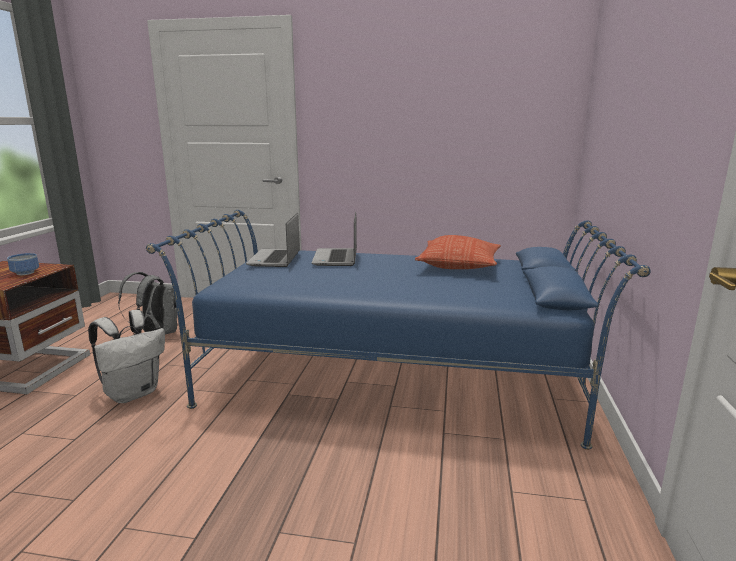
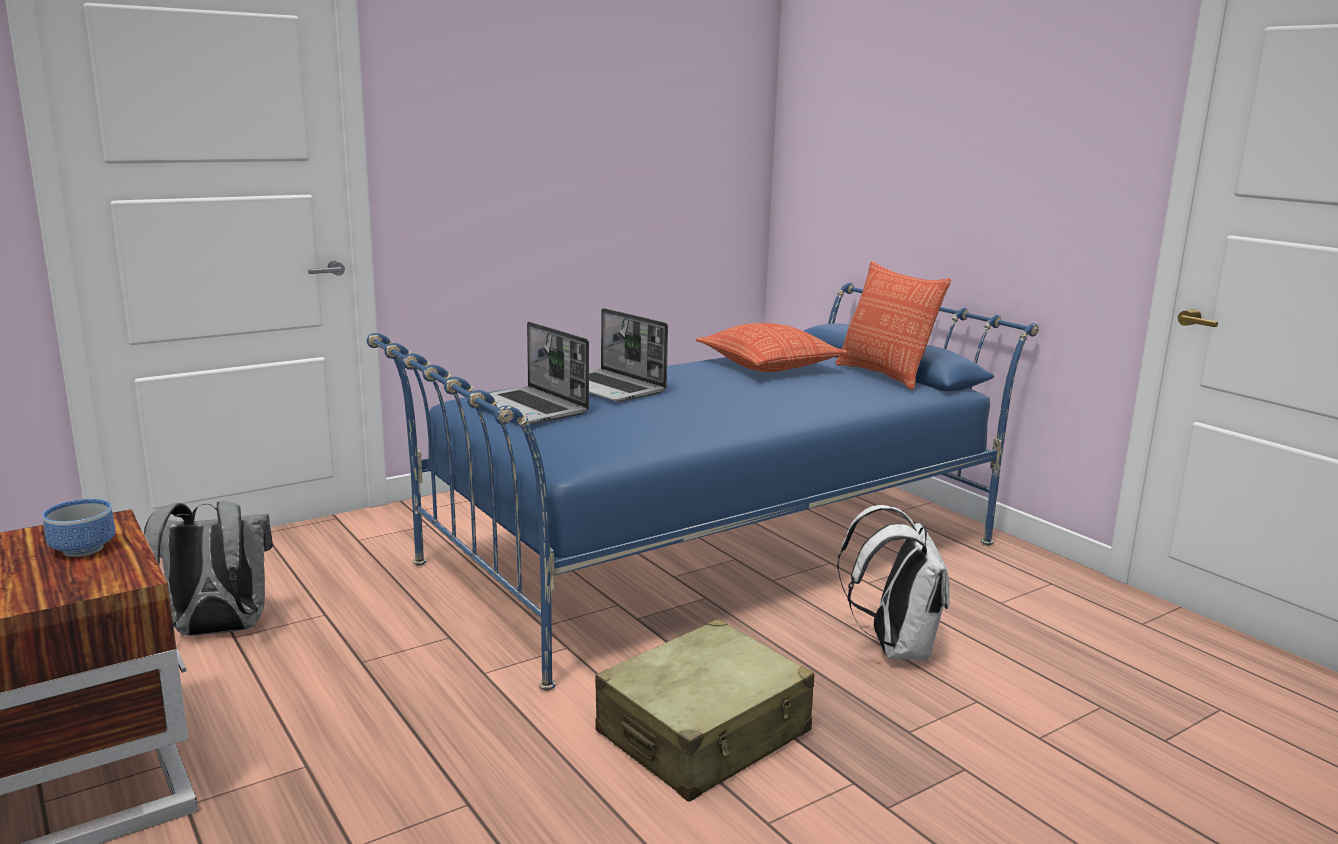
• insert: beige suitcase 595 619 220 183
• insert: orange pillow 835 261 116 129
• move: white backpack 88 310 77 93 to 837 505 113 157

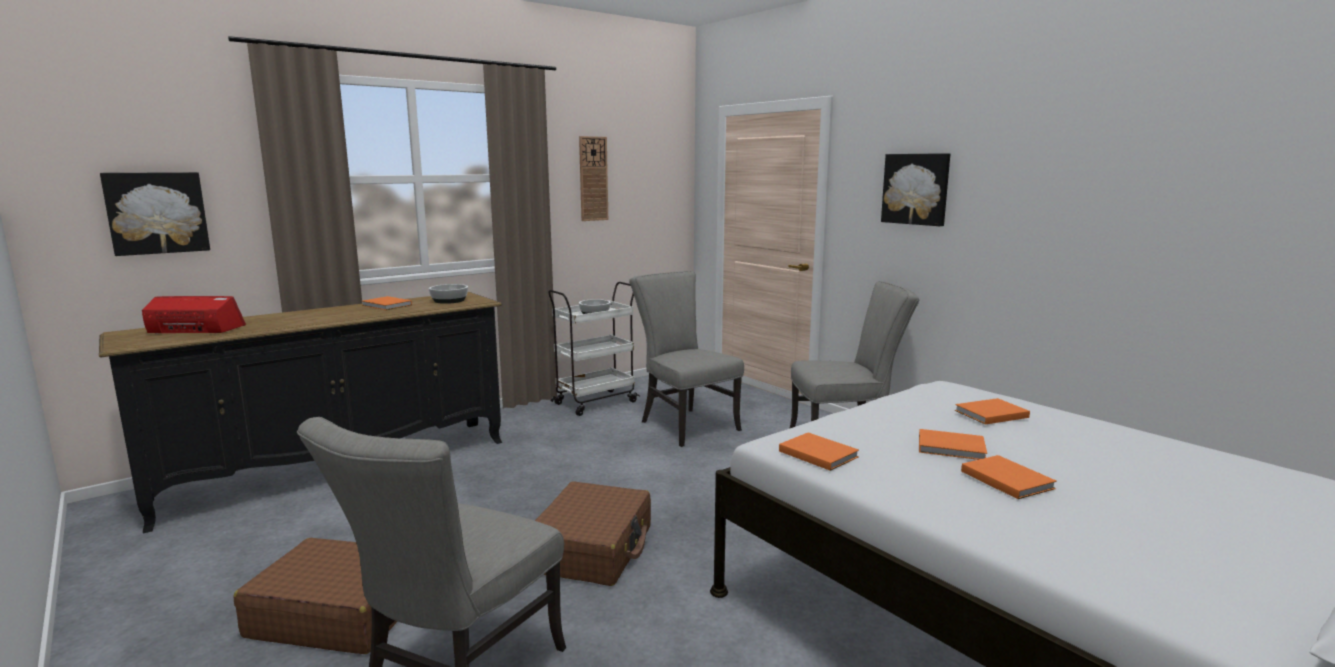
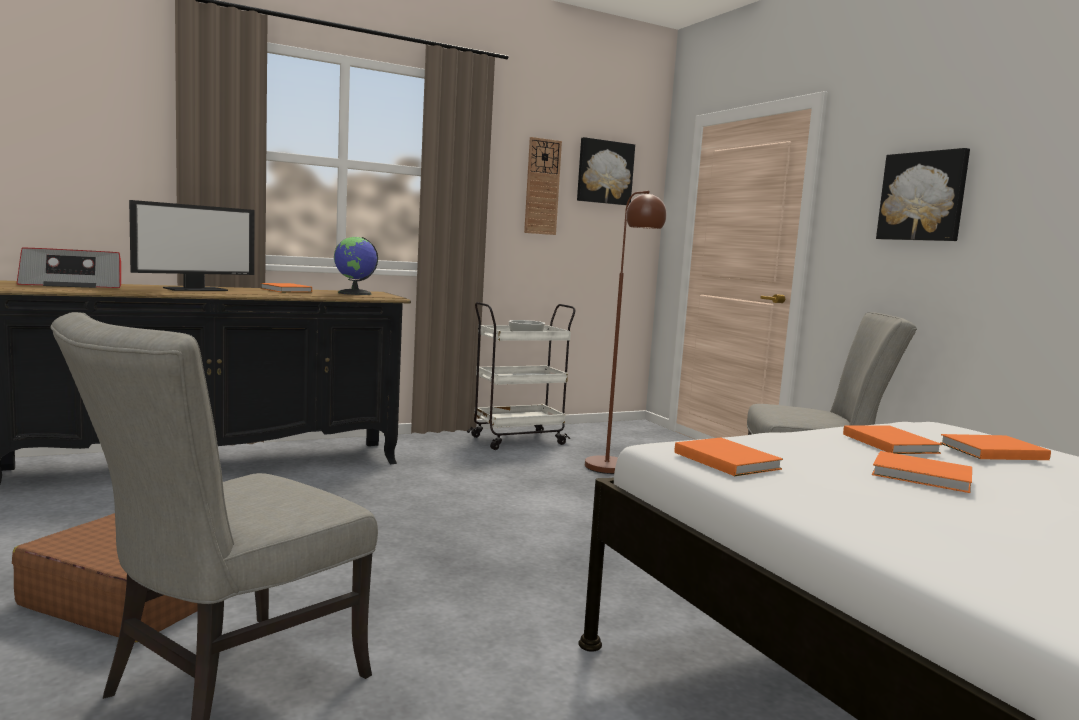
• delete: brown suitcase 535 481 116 105
• insert: monitor 129 200 126 91
• move: picture 100 172 110 84 to 577 137 58 68
• move: orange book 961 455 96 44 to 843 426 99 28
• replace: bowl 429 284 39 20 to globe 334 237 44 58
• replace: grey chair 629 271 115 176 to brown floor lamp 585 191 82 283
• rotate: radio 142 296 104 38 = 17 247 104 41 150 degrees clockwise

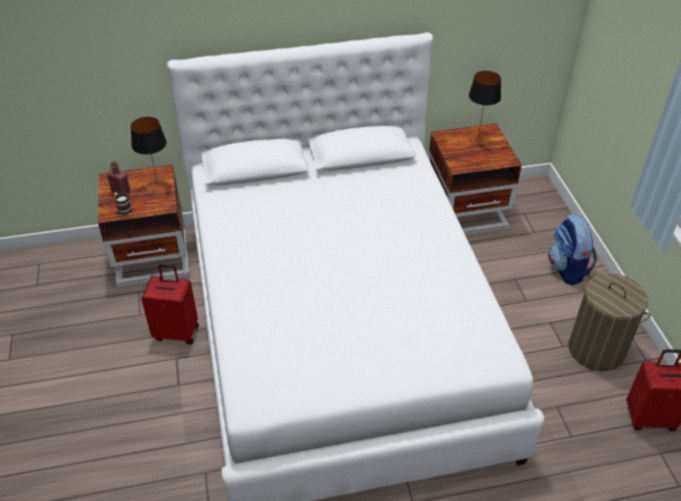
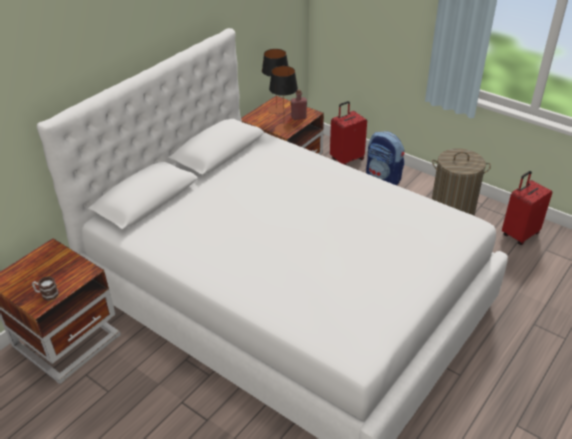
• move: red bottle 107 161 24 33 to 291 90 16 30
• move: table lamp 131 117 38 77 to 269 66 29 67
• move: red suitcase 141 264 58 81 to 330 101 37 64

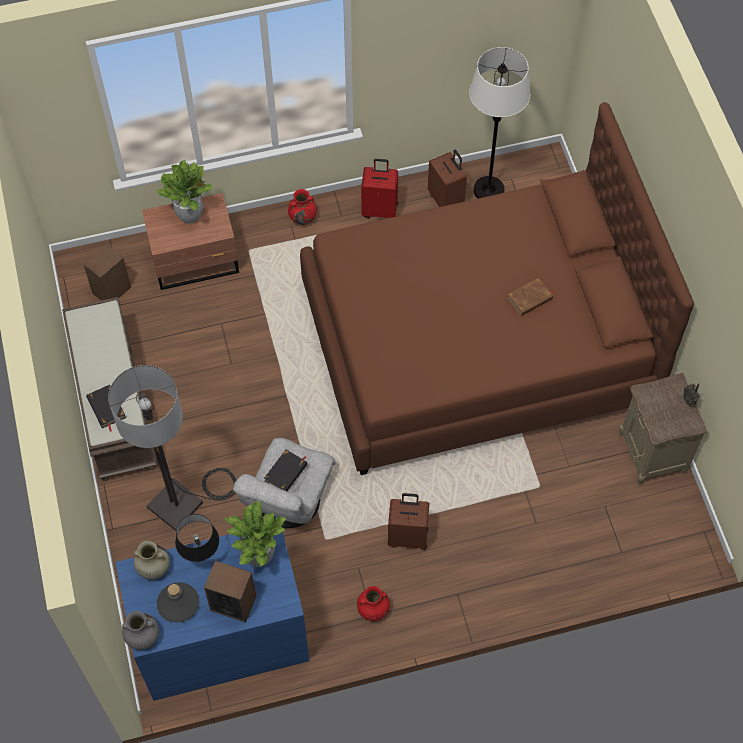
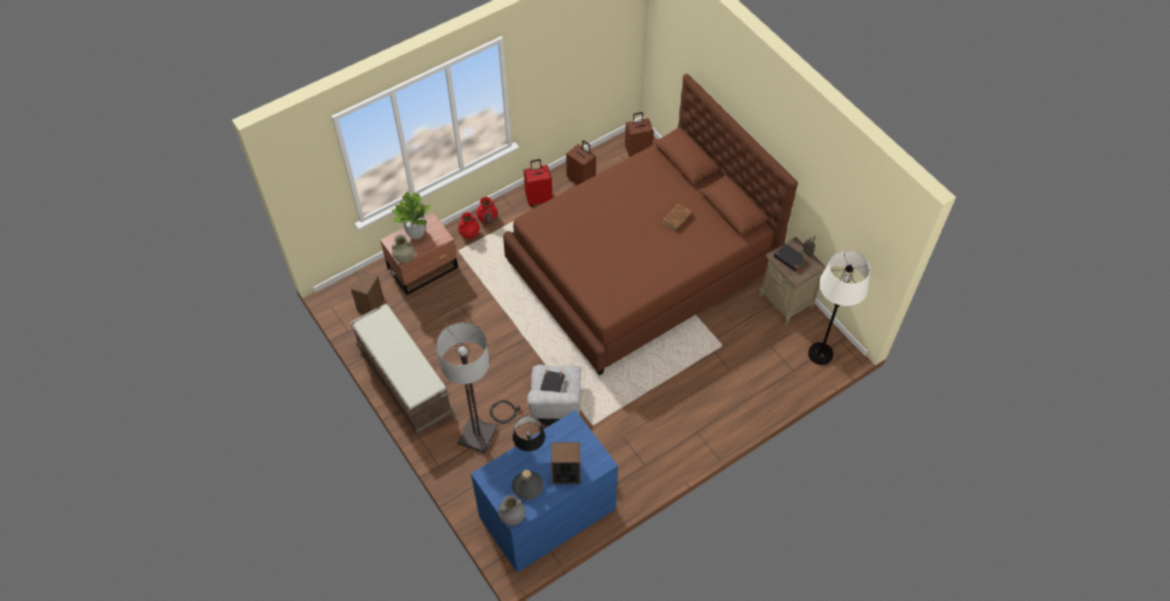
• delete: potted plant 224 501 63 66
• move: black book 86 385 40 46 to 774 243 33 29
• move: beige vase 134 540 36 40 to 392 235 23 28
• move: red vase 357 586 33 35 to 458 212 21 27
• move: brown suitcase 388 493 41 57 to 625 112 29 45
• move: white floor lamp 469 47 62 152 to 808 251 63 114

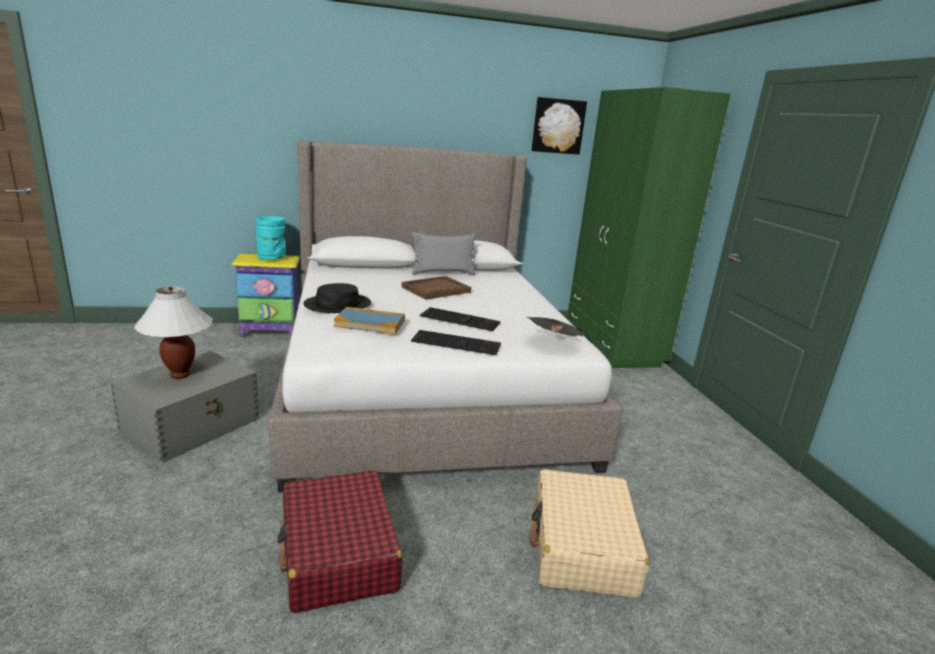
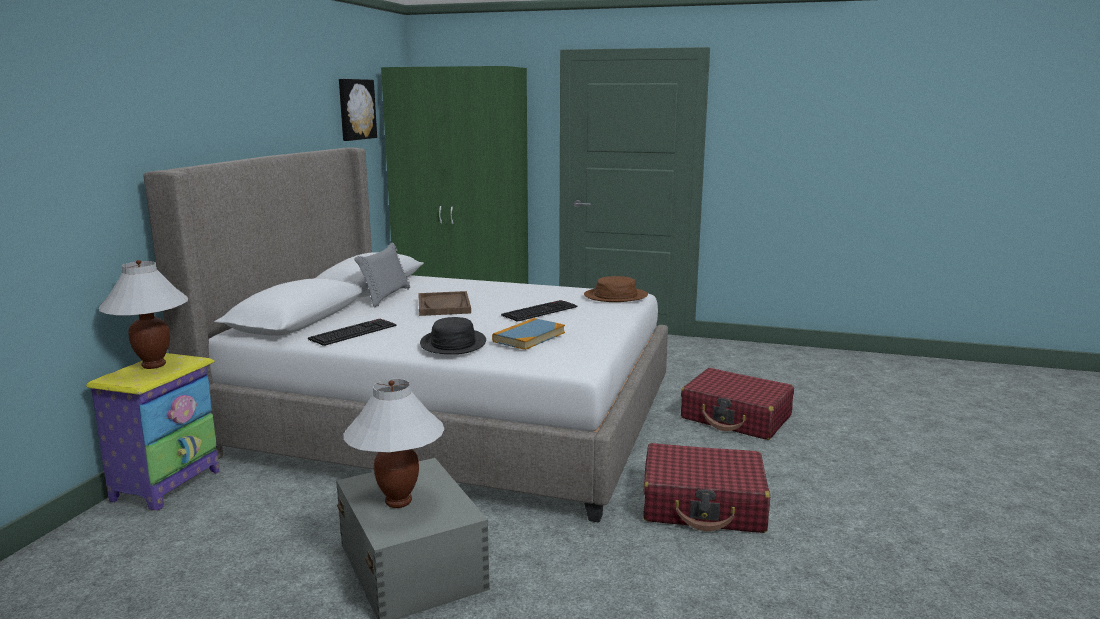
• move: keyboard 411 330 90 25 to 308 319 88 27
• replace: turquoise vase 256 216 30 45 to white table lamp 99 260 89 109
• replace: newspaper 527 317 58 20 to brown hat 584 276 64 26
• recolor: beige suitcase 530 469 119 129 to red suitcase 681 368 113 72

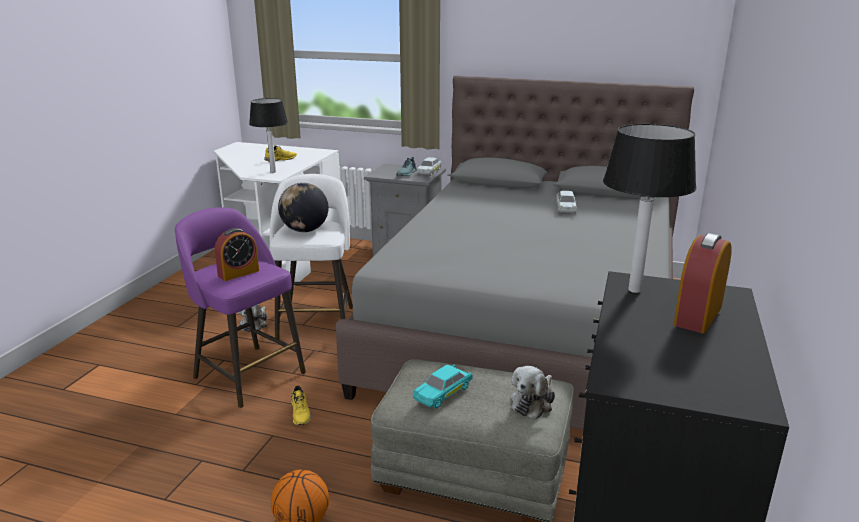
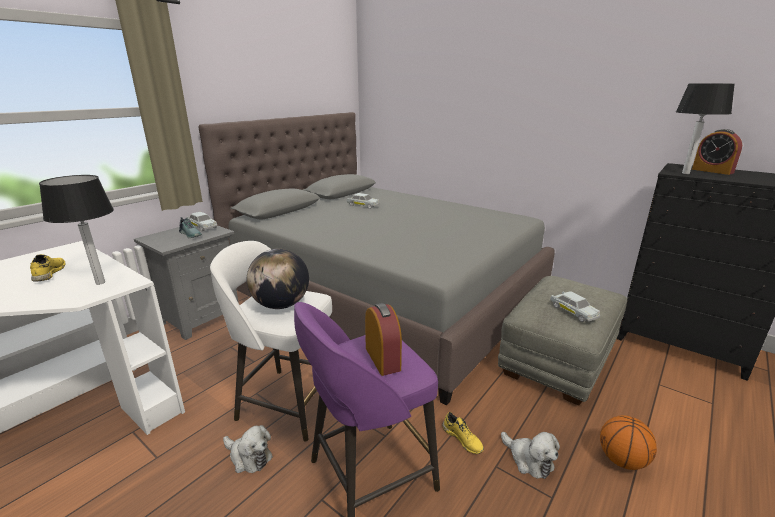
• move: plush toy 511 366 44 53 to 501 432 59 47
• recolor: turquoise toy car 413 364 60 44 to white toy car 550 291 50 31
• rotate: yellow shoe 291 385 20 40 = 442 412 42 42 45 degrees clockwise

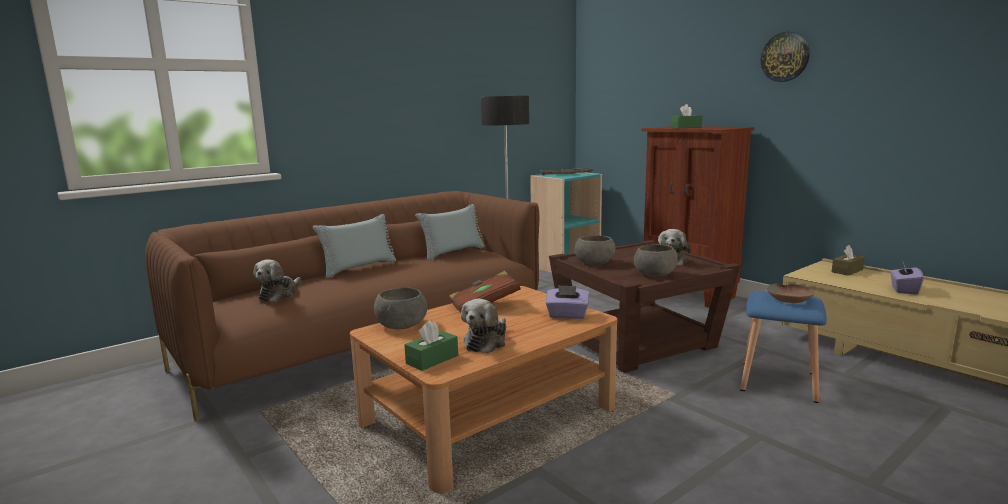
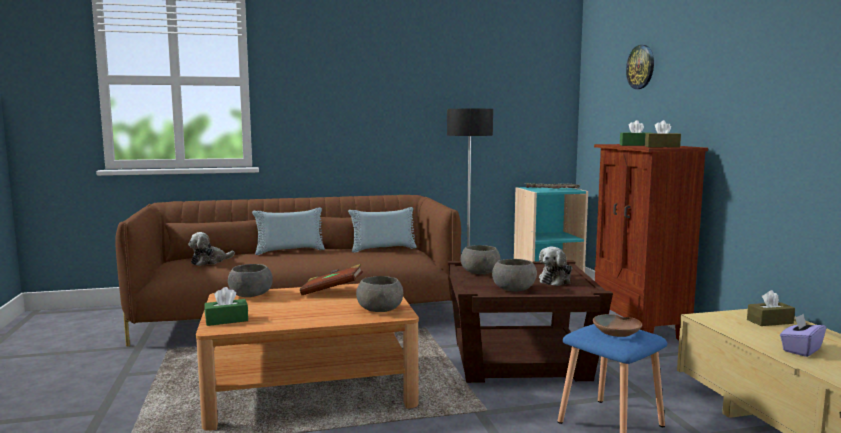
• delete: plush toy 461 299 45 54
• insert: brown tissue box 645 120 36 27
• move: wall clock 761 32 49 50 to 626 45 28 44
• replace: purple tissue box 546 285 43 34 to grey bowl 356 276 47 36

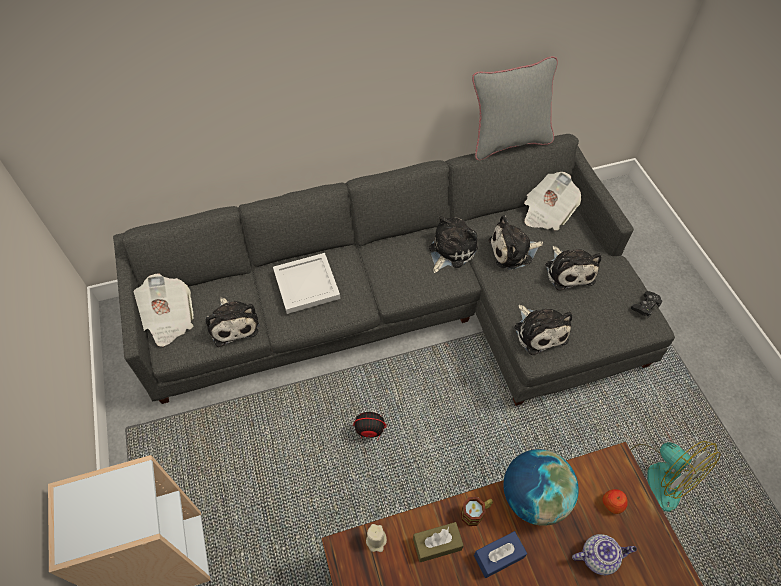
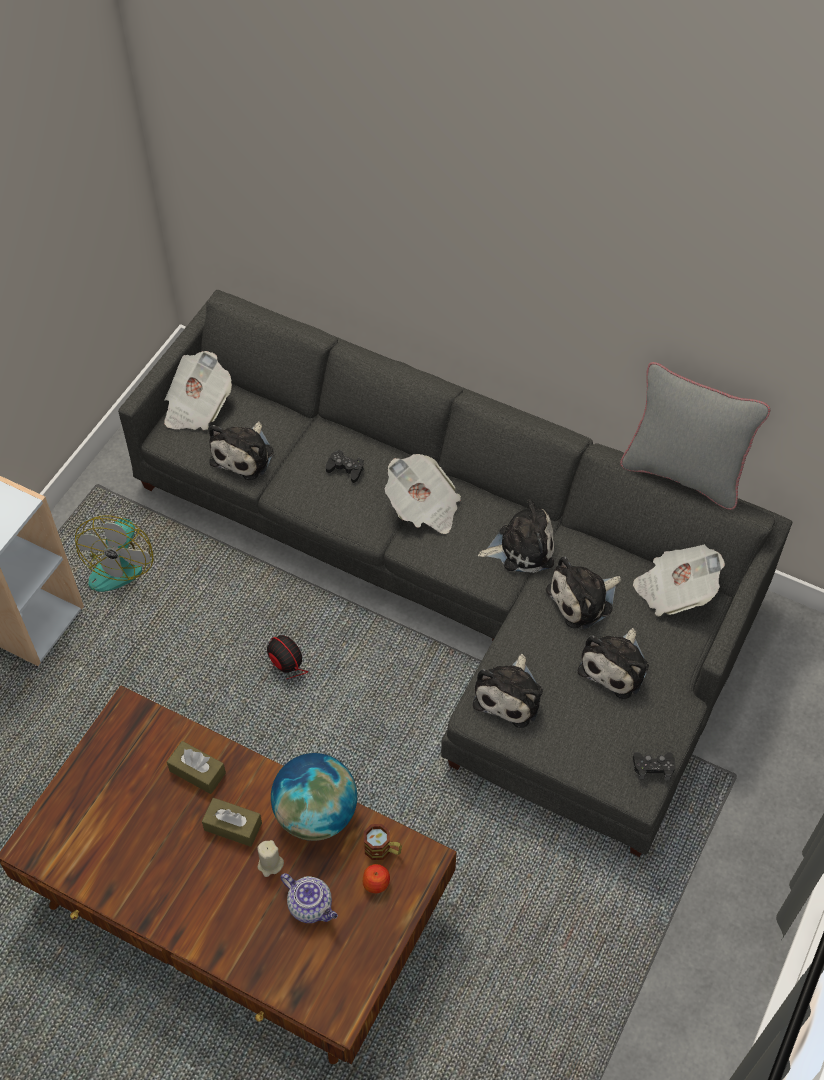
• insert: newspaper 385 454 76 80
• move: beige candle 366 524 21 28 to 257 840 27 37
• move: mug 461 497 32 29 to 364 824 38 36
• move: fan 630 441 91 71 to 75 516 78 76
• replace: white tray 273 253 68 61 to black game controller 326 450 38 33
• recolor: blue tissue box 474 531 53 47 to brown tissue box 202 798 60 49
• rotate: plush toy 488 215 55 55 = 546 556 75 73 60 degrees counterclockwise

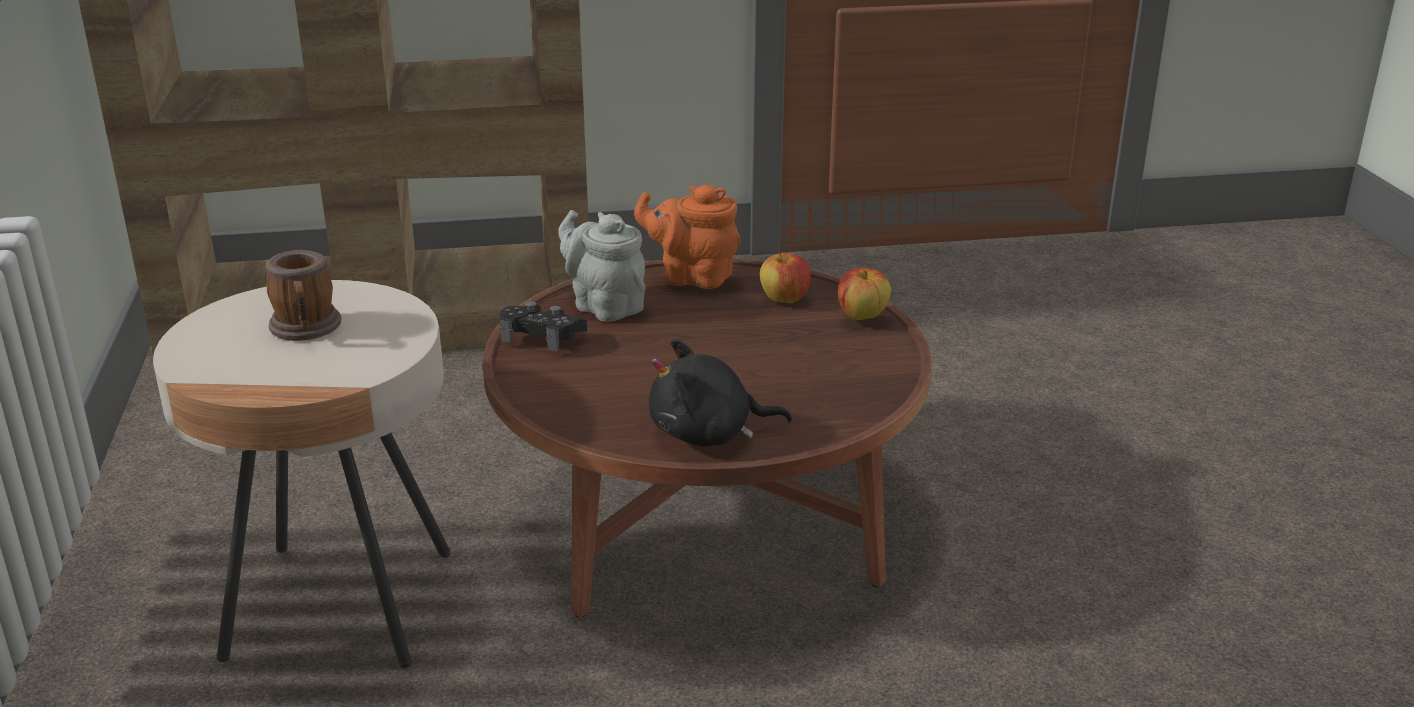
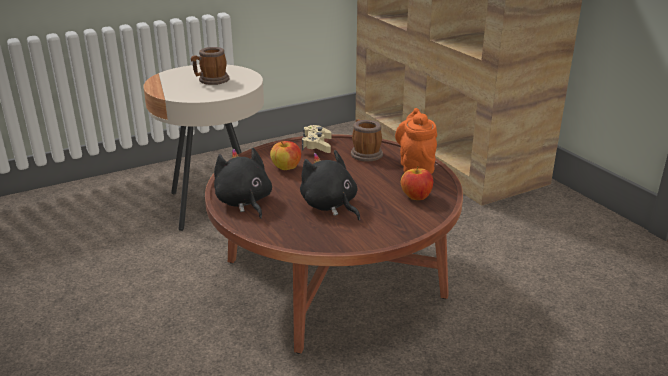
• insert: black plush toy 300 150 60 70
• move: apple 838 268 53 52 to 270 141 31 29
• replace: grey teapot 558 210 88 112 to mug 351 119 32 43
• recolor: black game controller 499 301 88 50 to beige game controller 302 125 29 28

